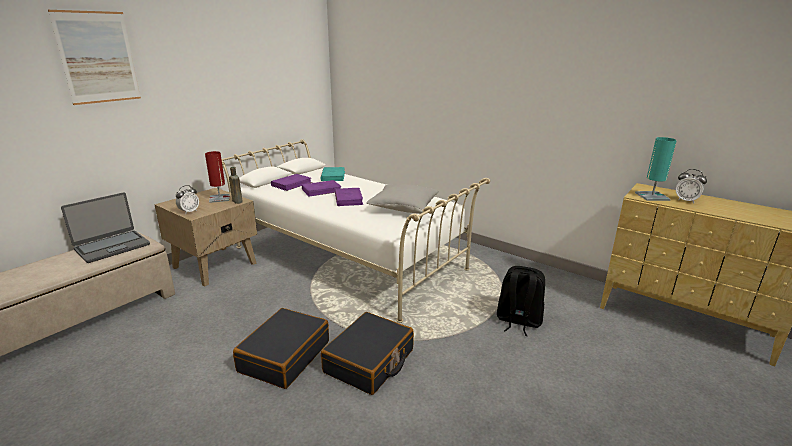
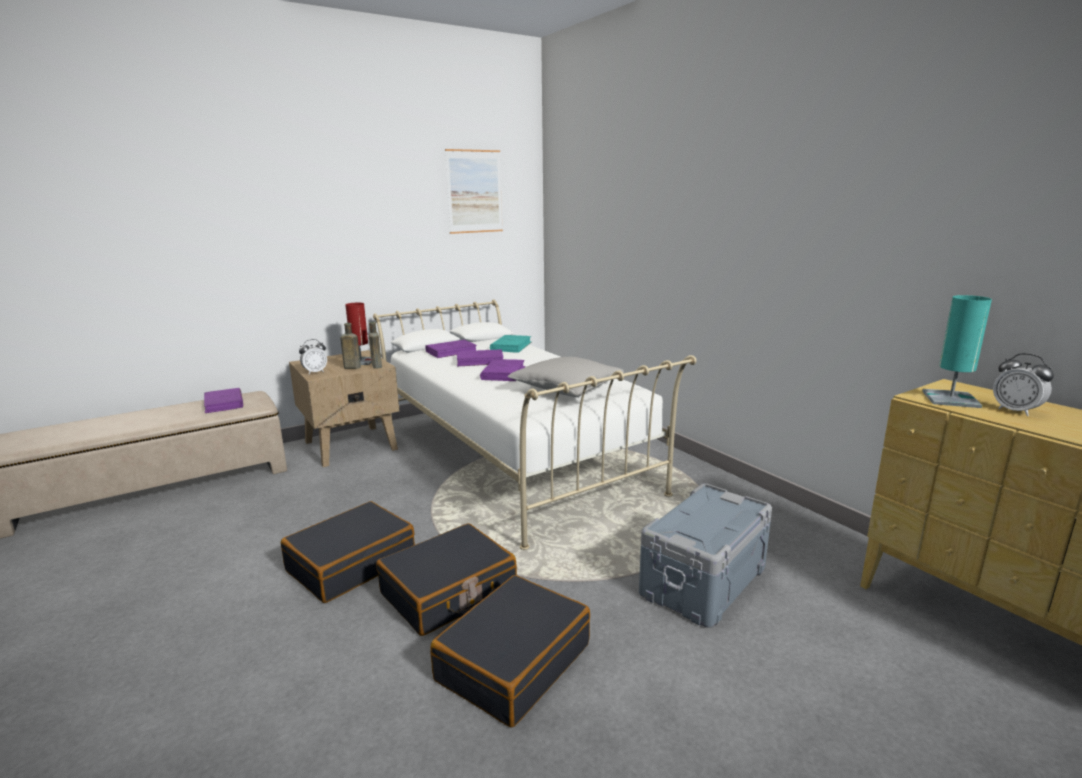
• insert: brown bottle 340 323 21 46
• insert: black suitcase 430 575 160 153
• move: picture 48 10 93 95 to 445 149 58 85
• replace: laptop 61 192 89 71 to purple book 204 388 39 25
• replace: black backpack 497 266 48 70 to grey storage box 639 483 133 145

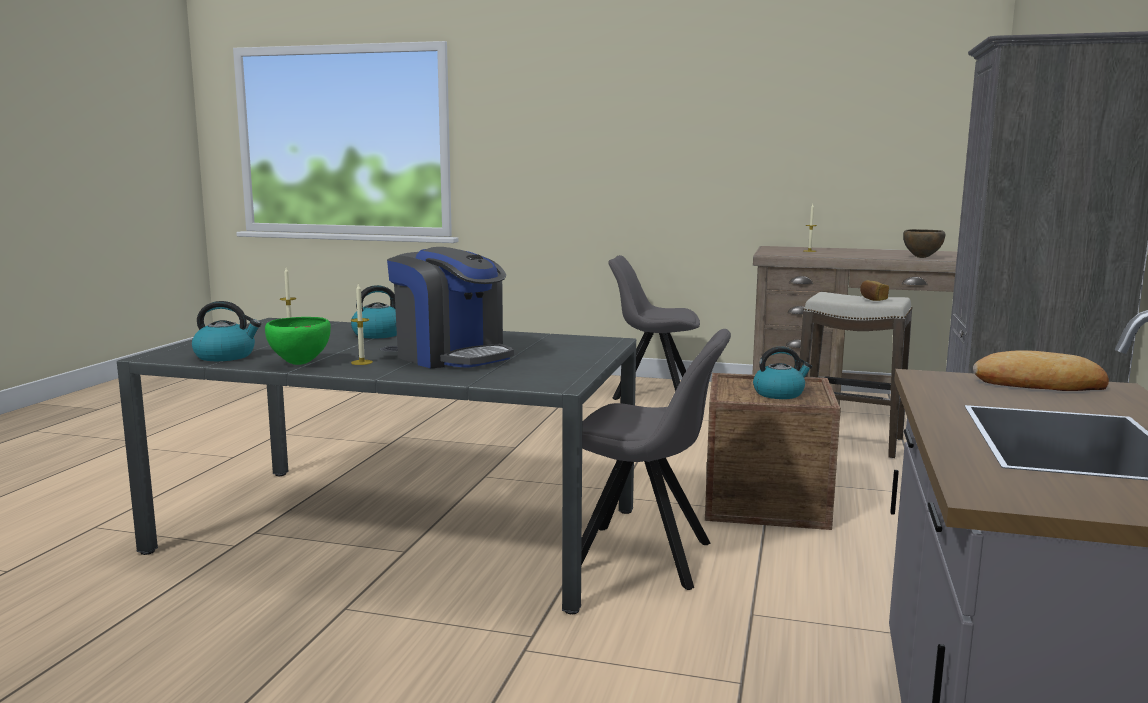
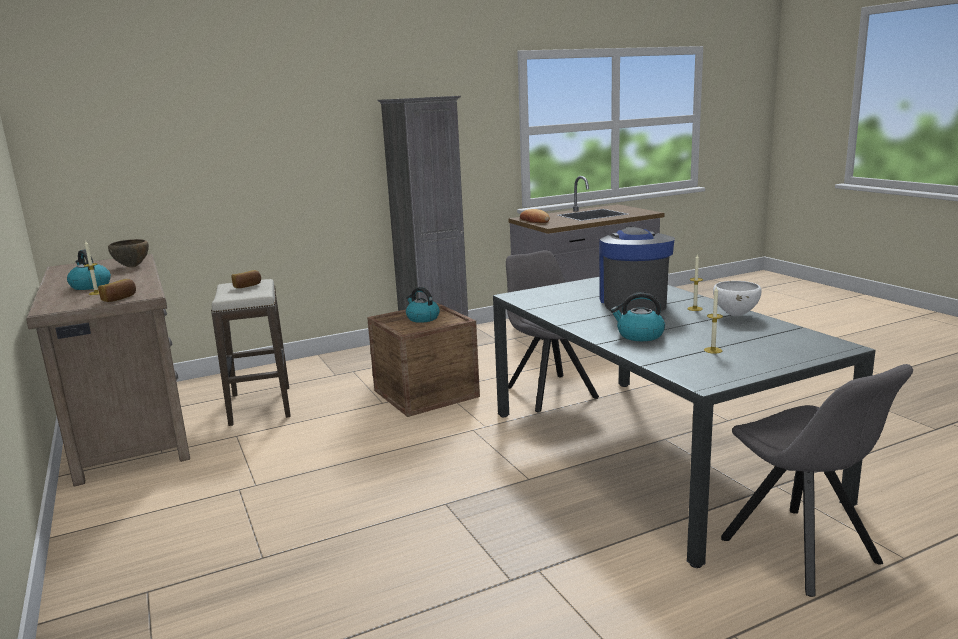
• insert: bread 98 279 38 23
• move: kettle 192 301 69 60 to 67 250 44 40
• move: grey chair 608 255 92 145 to 721 364 192 233
• recolor: green bowl 265 317 66 48 to white bowl 713 281 48 35

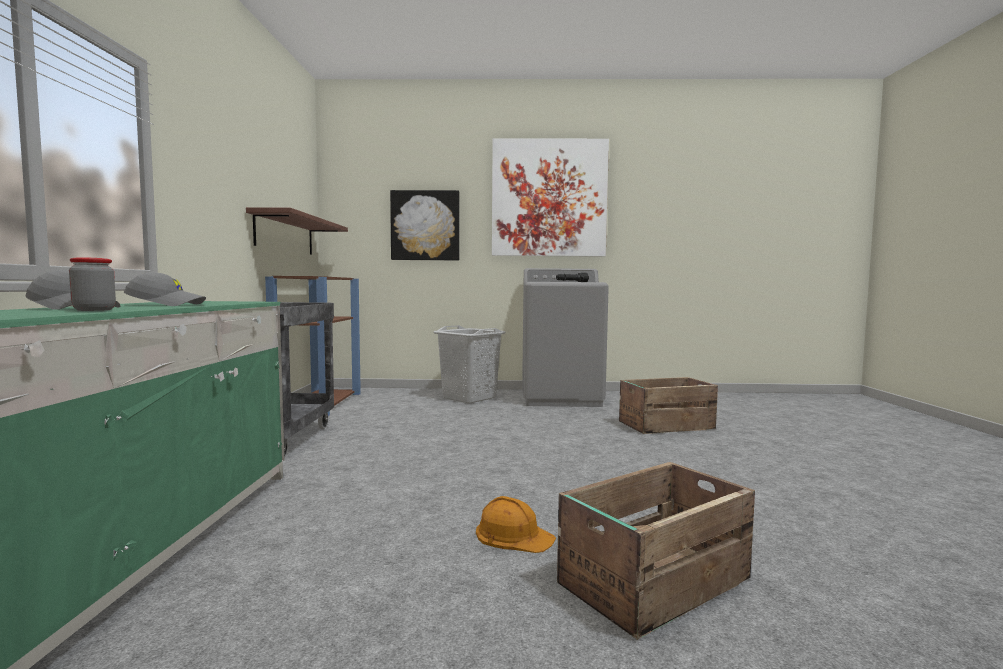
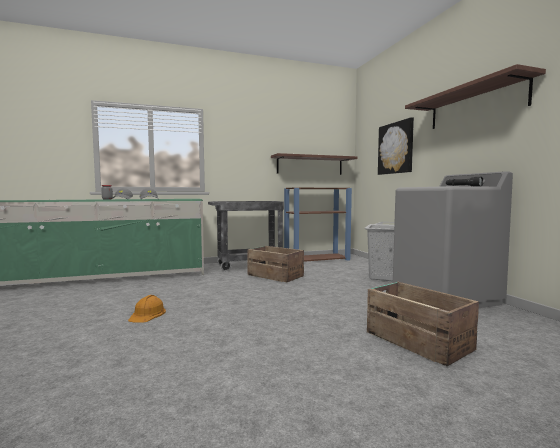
• move: crate 557 462 198 178 to 247 246 57 36
• replace: picture 492 138 117 119 to shelf 405 64 141 65

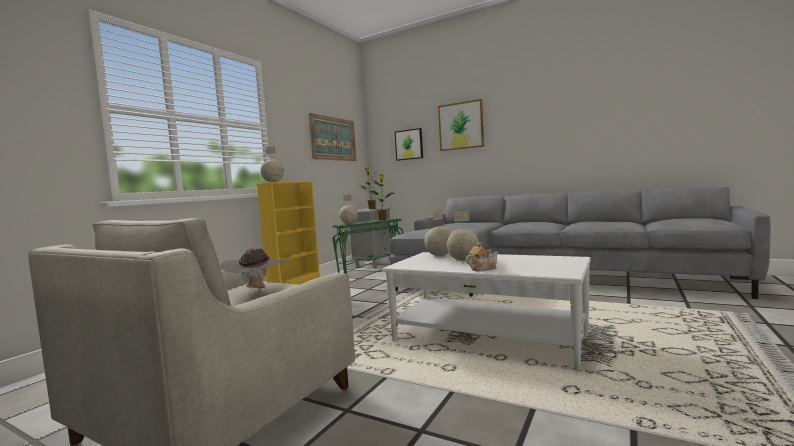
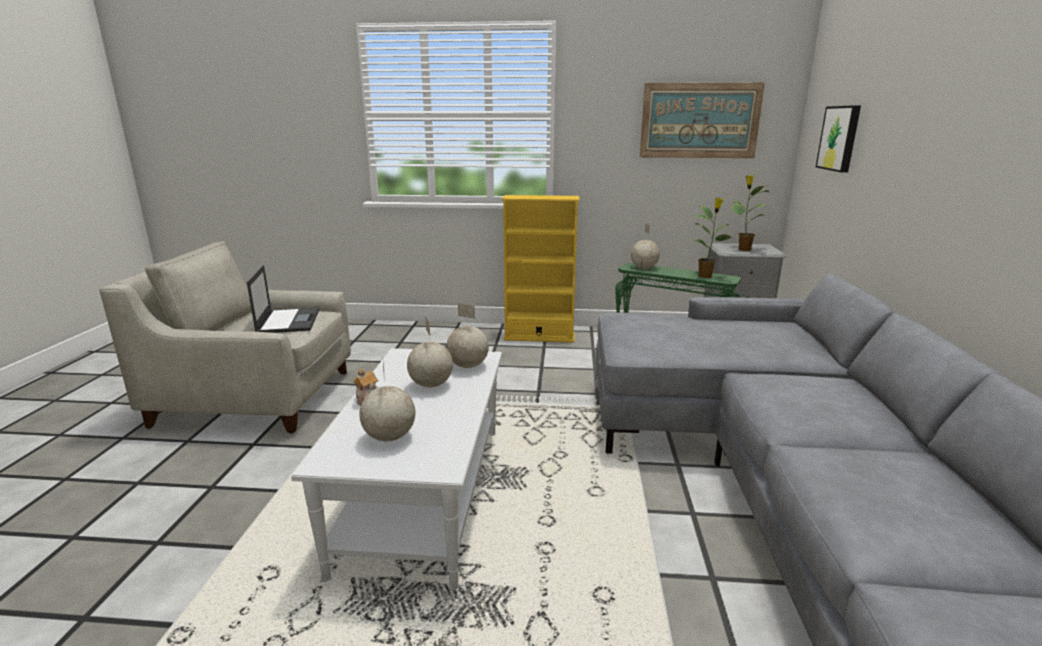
• delete: picture 438 99 46 52
• move: globe 260 146 24 36 to 359 363 56 78
• replace: brown hat 220 248 69 40 to laptop 247 265 72 68

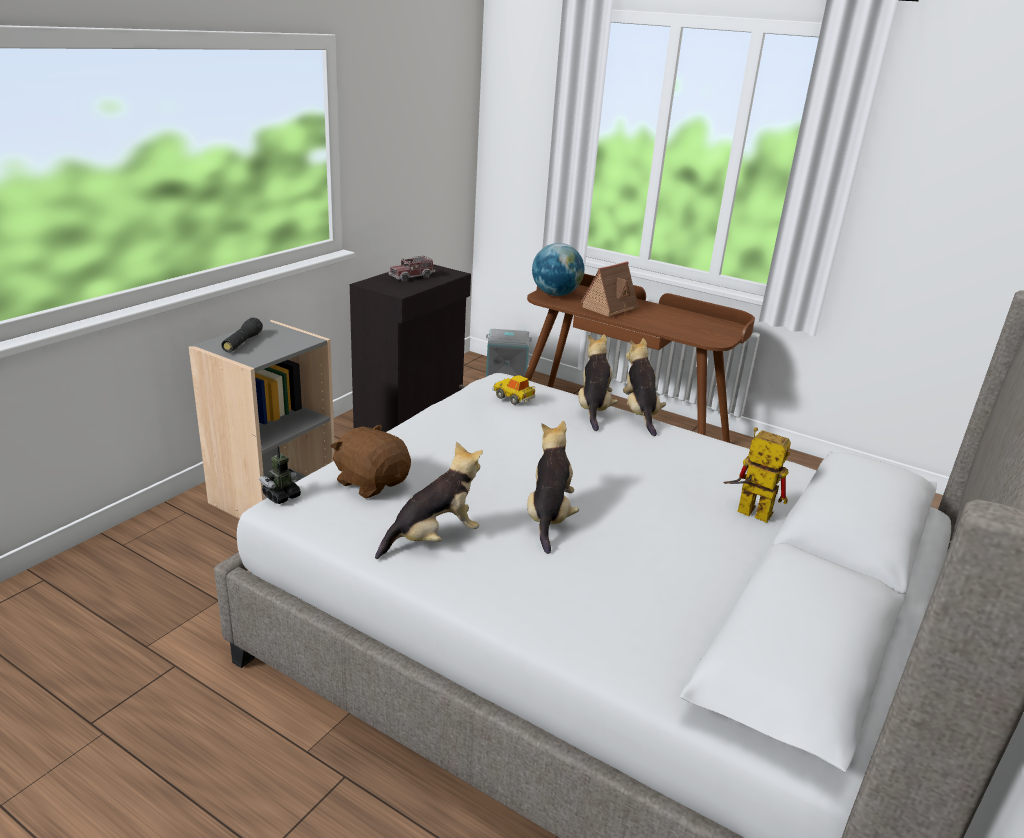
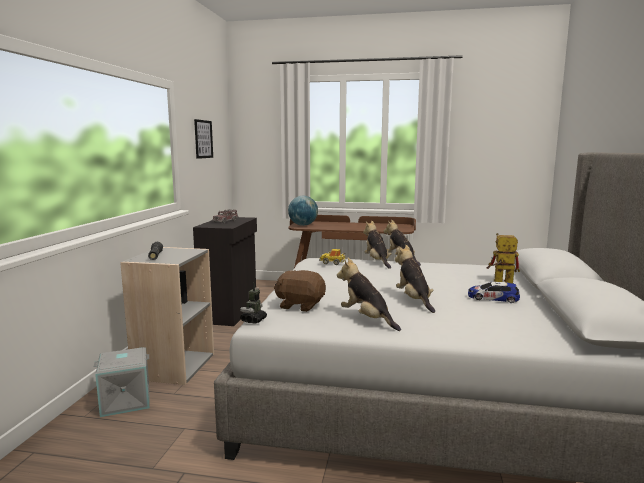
• delete: toy house 580 261 59 56
• insert: picture 194 119 19 40
• insert: toy car 468 282 52 21
• move: grey storage box 486 329 46 48 to 94 347 56 70
• rotate: plush toy 375 442 108 117 = 337 258 64 73 75 degrees counterclockwise

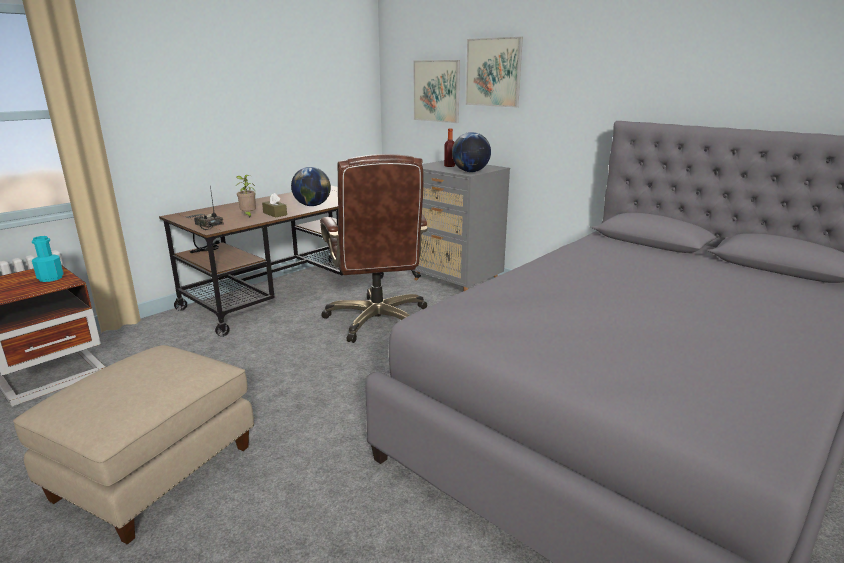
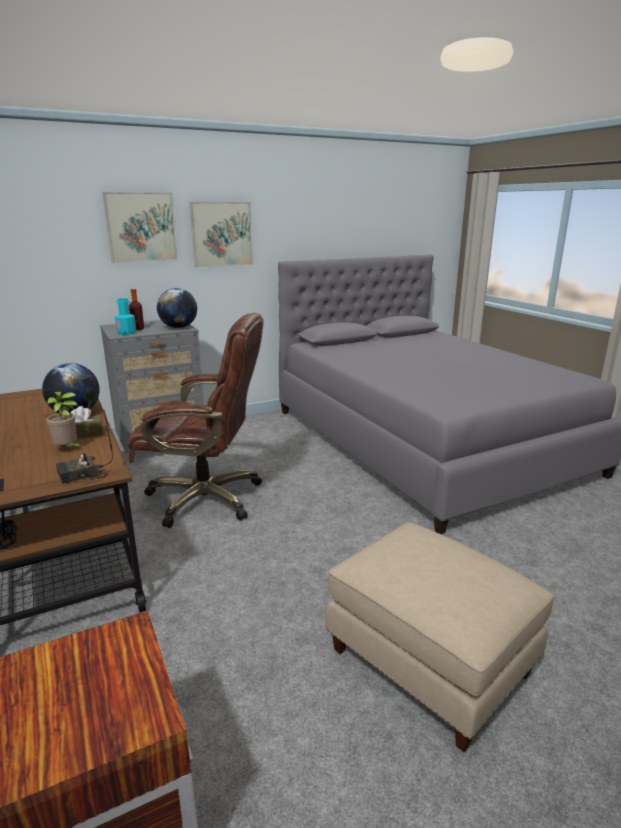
• move: turquoise bottle 32 236 31 46 to 115 298 21 37
• move: picture 414 60 46 63 to 189 202 64 66

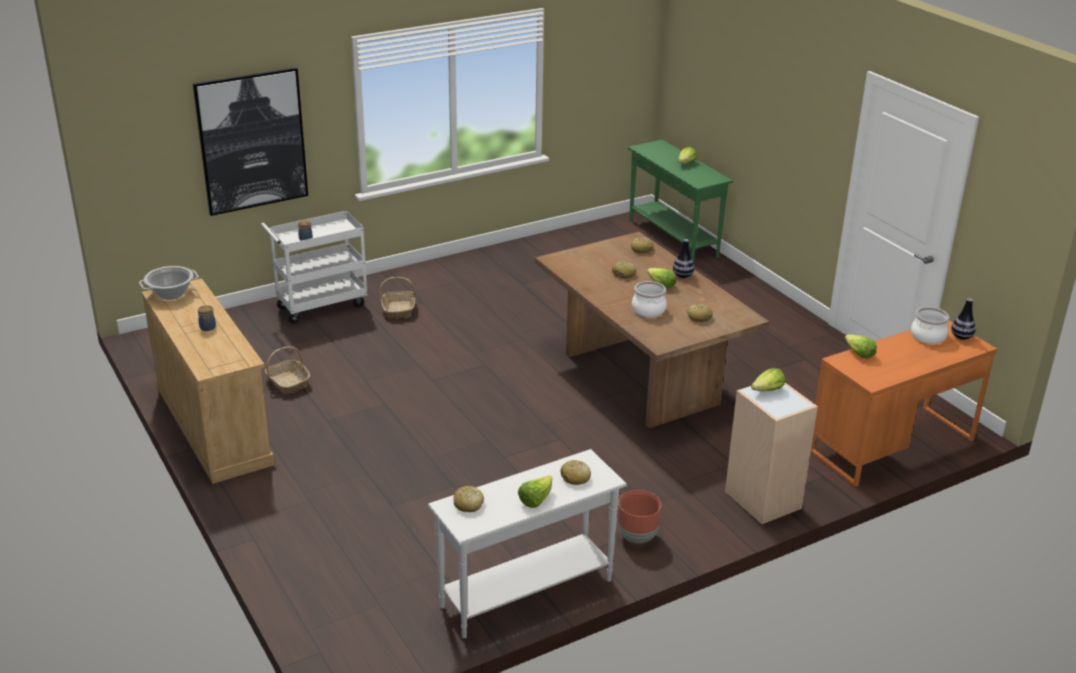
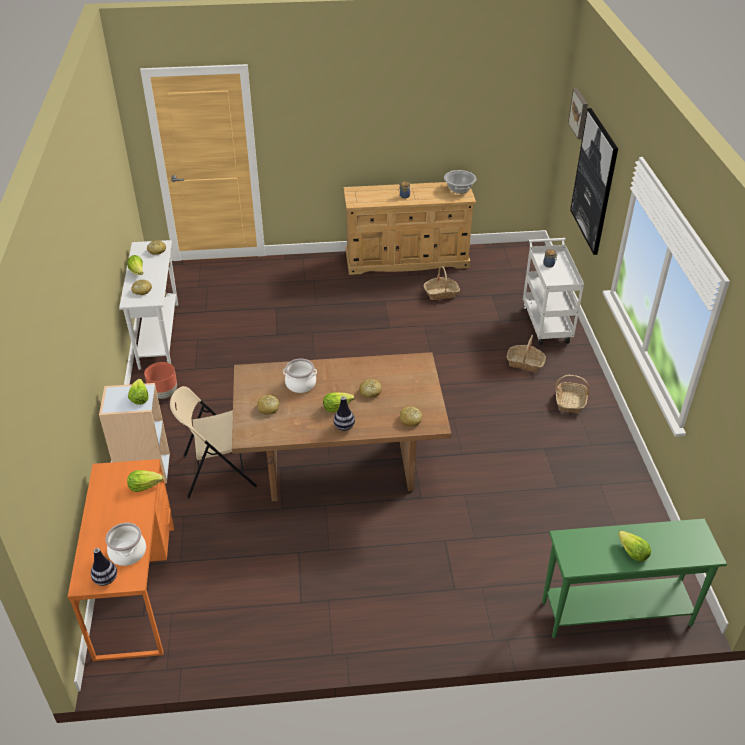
• insert: beige chair 170 386 87 112
• insert: basket 555 375 34 39
• insert: picture 568 88 20 51

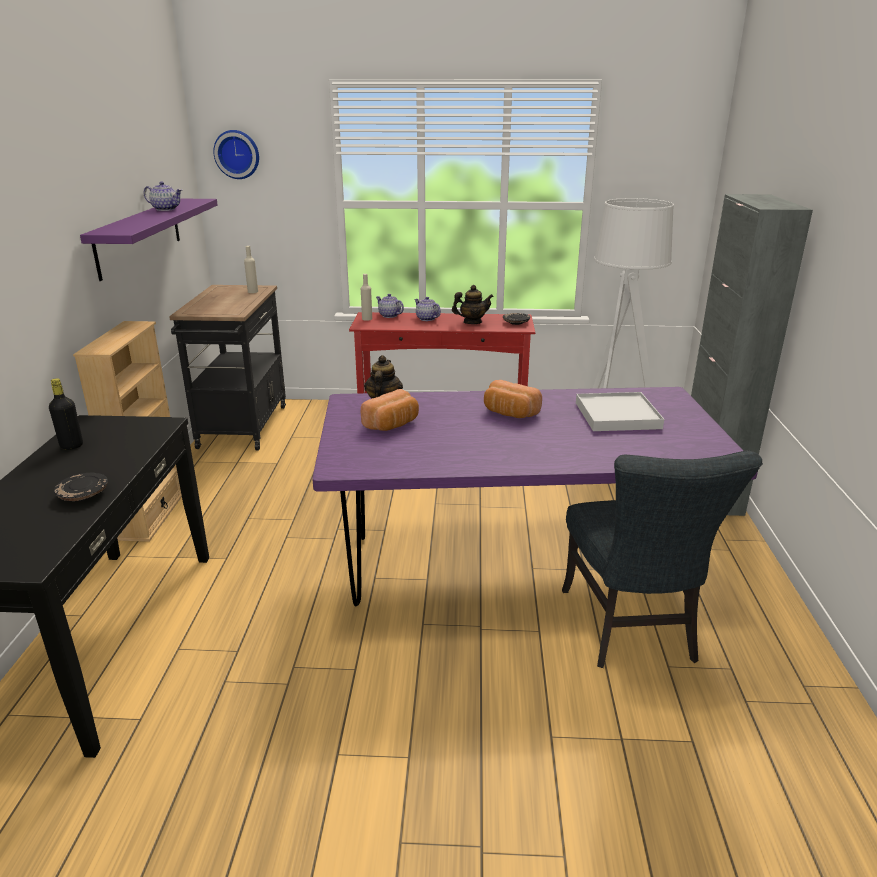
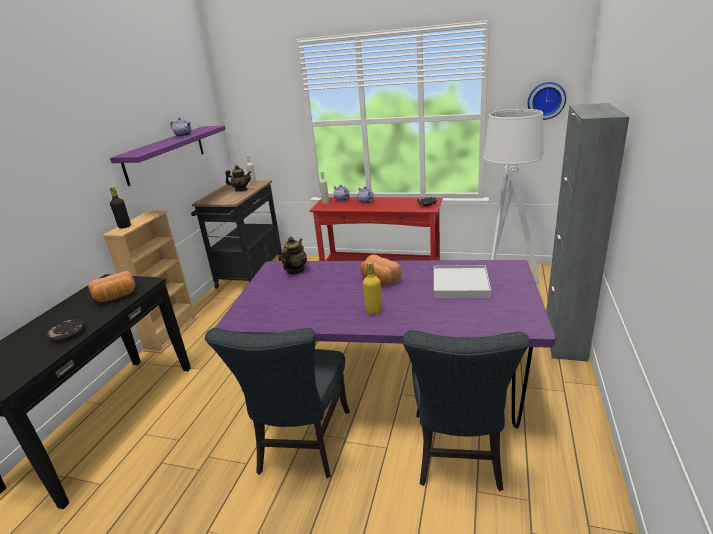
• insert: grey chair 205 328 145 151
• insert: yellow bottle 363 262 19 52
• move: black bottle 49 378 34 72 to 110 187 21 41
• move: wall clock 213 130 46 49 to 528 82 38 38
• move: bread 361 389 58 42 to 88 271 47 31
• move: teapot 452 285 42 39 to 225 165 26 27

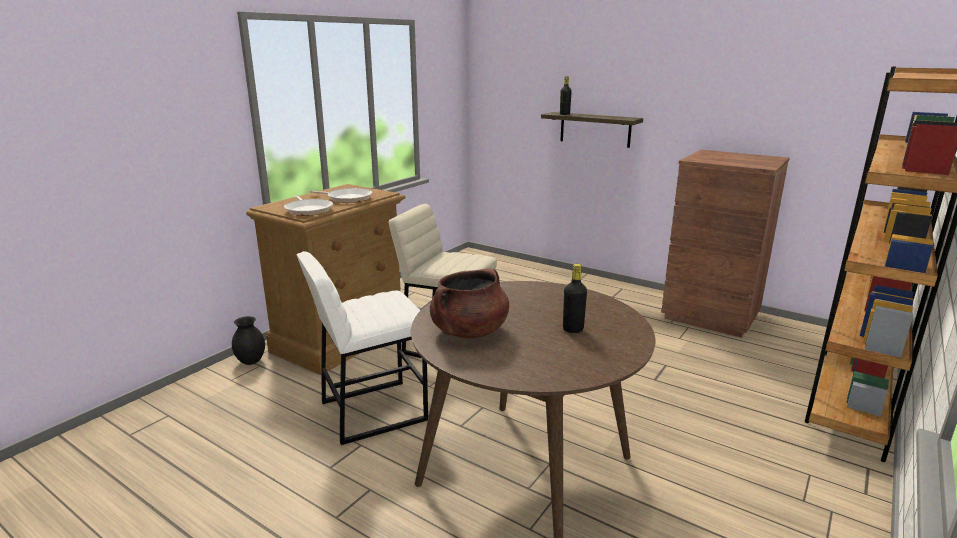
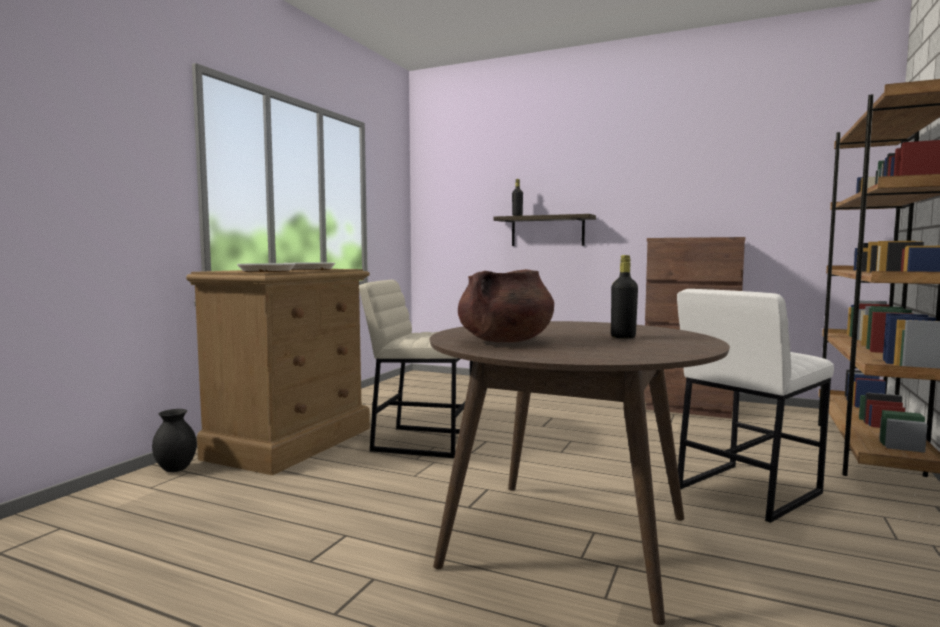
• move: white chair 296 251 132 194 to 677 289 157 234

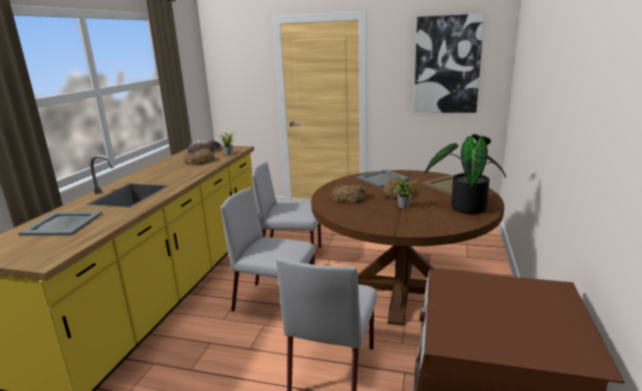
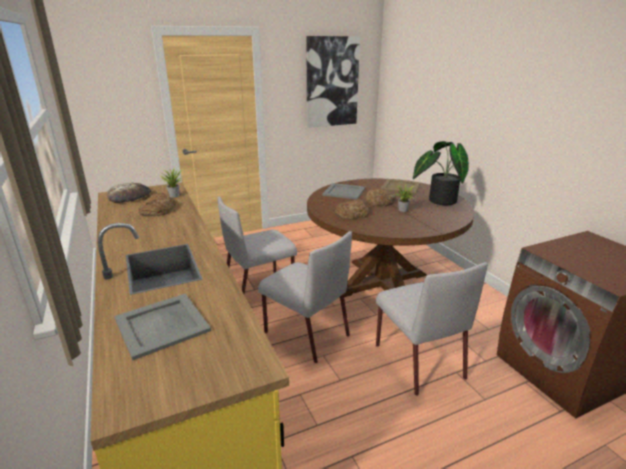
• rotate: grey chair 221 187 94 125 = 258 231 94 132 120 degrees counterclockwise

